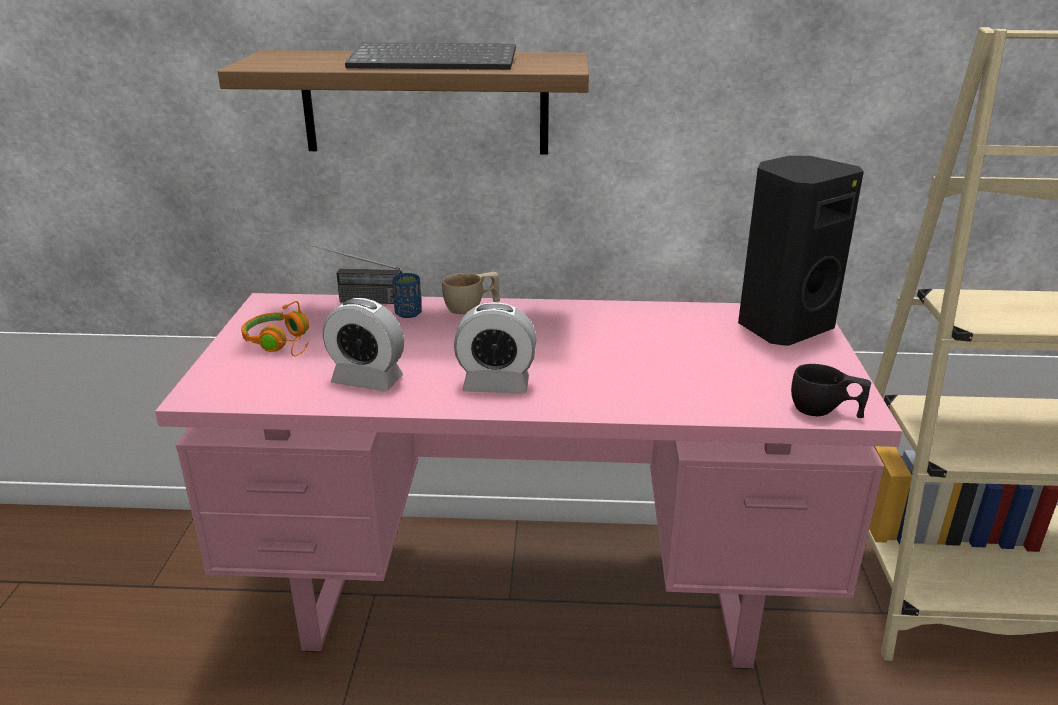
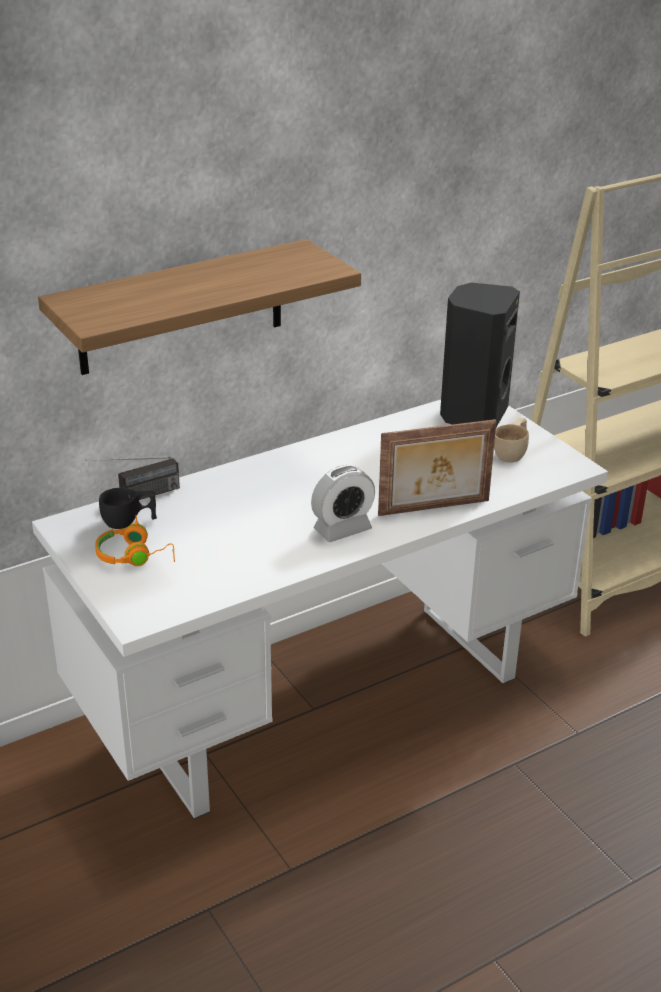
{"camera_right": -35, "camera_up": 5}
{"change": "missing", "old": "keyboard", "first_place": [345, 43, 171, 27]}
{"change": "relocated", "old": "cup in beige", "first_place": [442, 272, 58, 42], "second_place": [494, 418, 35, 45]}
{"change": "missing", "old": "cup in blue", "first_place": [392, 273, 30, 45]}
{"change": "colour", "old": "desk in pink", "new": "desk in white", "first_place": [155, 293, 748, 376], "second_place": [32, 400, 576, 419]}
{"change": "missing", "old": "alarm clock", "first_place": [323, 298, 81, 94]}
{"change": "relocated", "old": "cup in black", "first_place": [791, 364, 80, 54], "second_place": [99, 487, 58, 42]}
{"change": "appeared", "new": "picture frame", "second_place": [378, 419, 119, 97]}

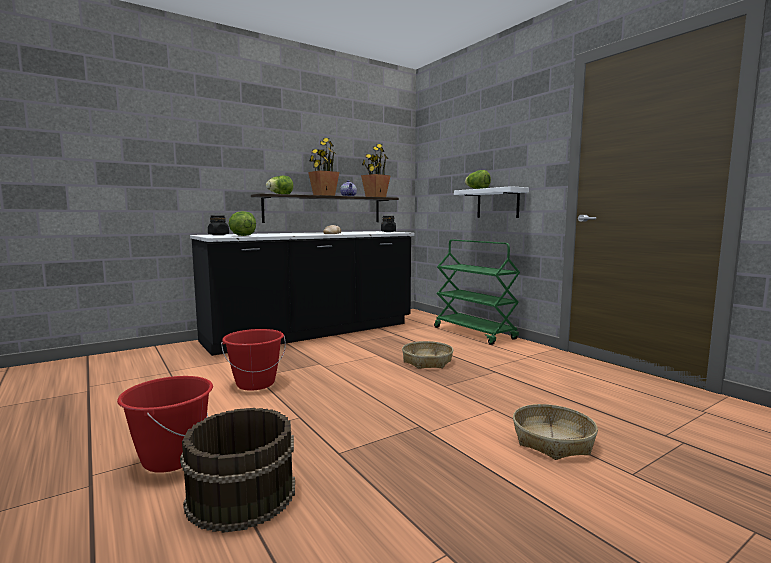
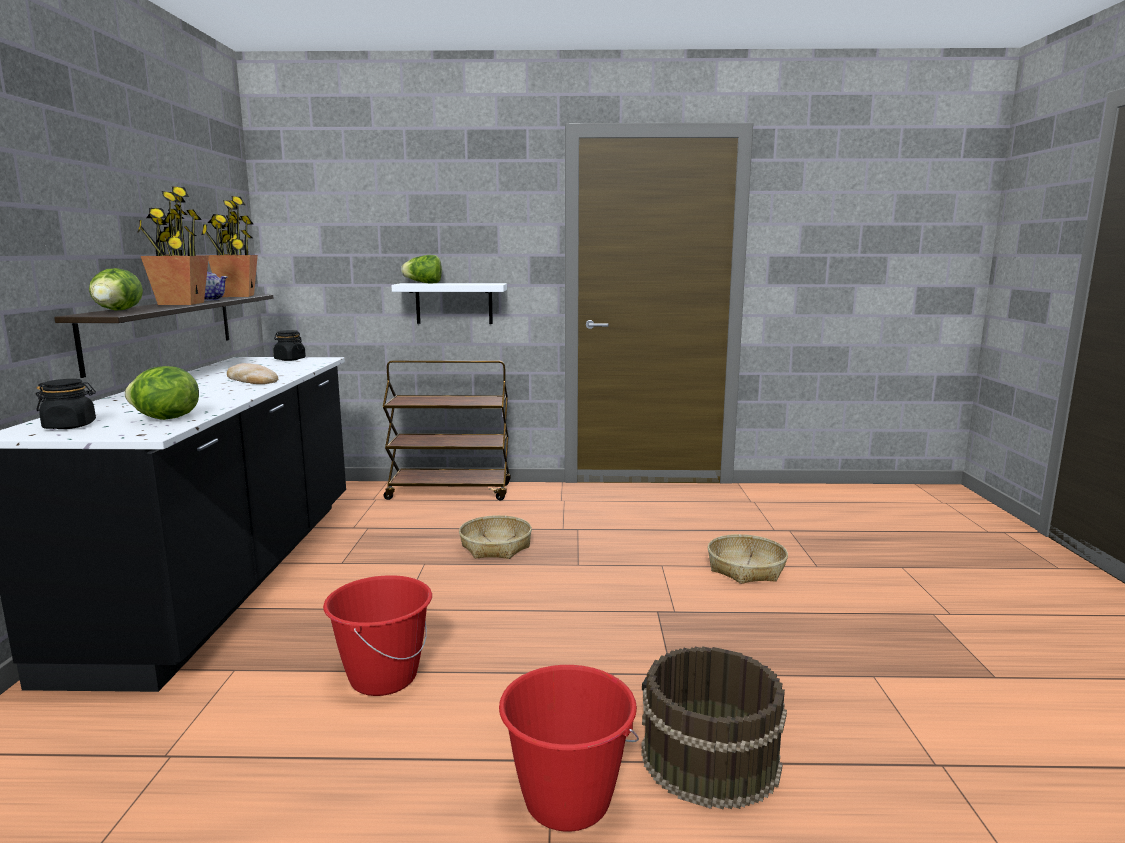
{"camera_right": -55, "camera_up": 5}
{"change": "colour", "old": "cart in green", "new": "cart in brown", "first_place": [434, 239, 86, 106], "second_place": [383, 360, 128, 141]}

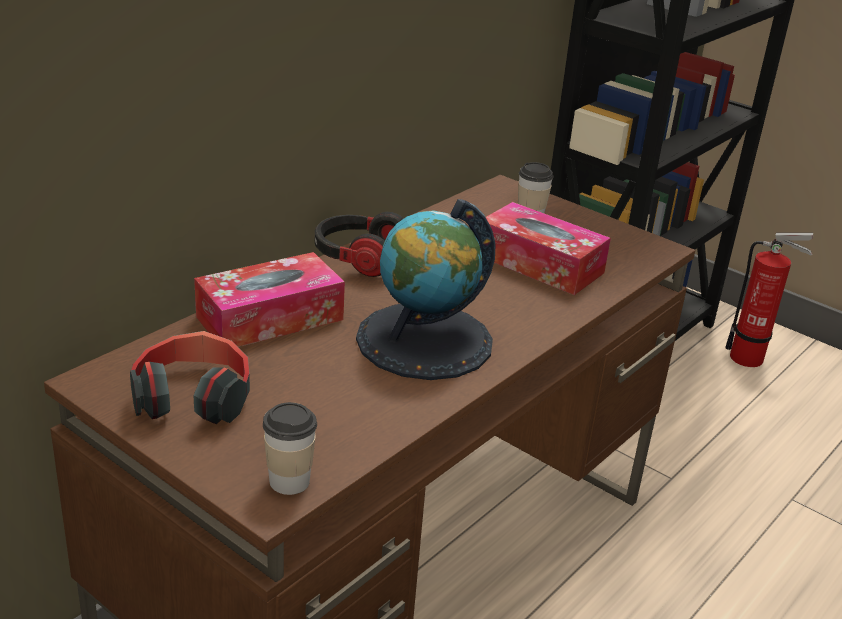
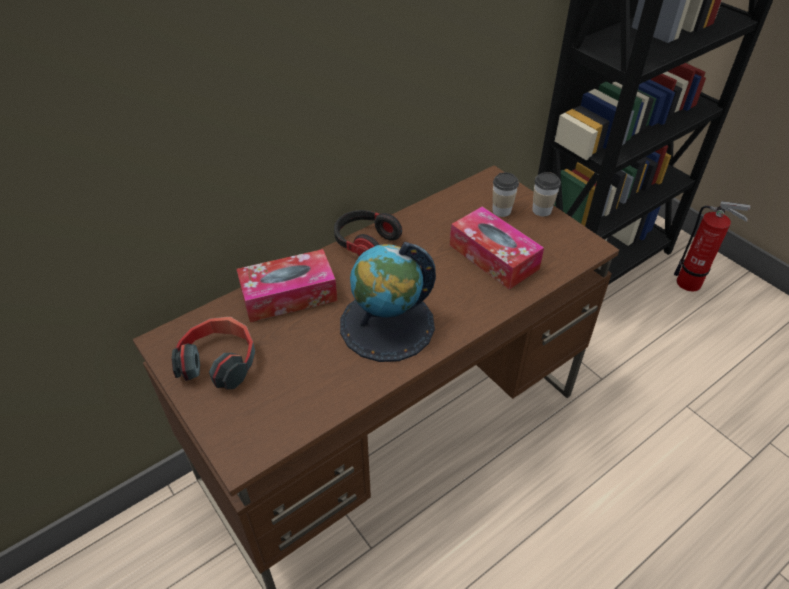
{"camera_right": 15, "camera_up": 15}
{"change": "relocated", "old": "cup", "first_place": [263, 402, 54, 93], "second_place": [532, 172, 29, 45]}

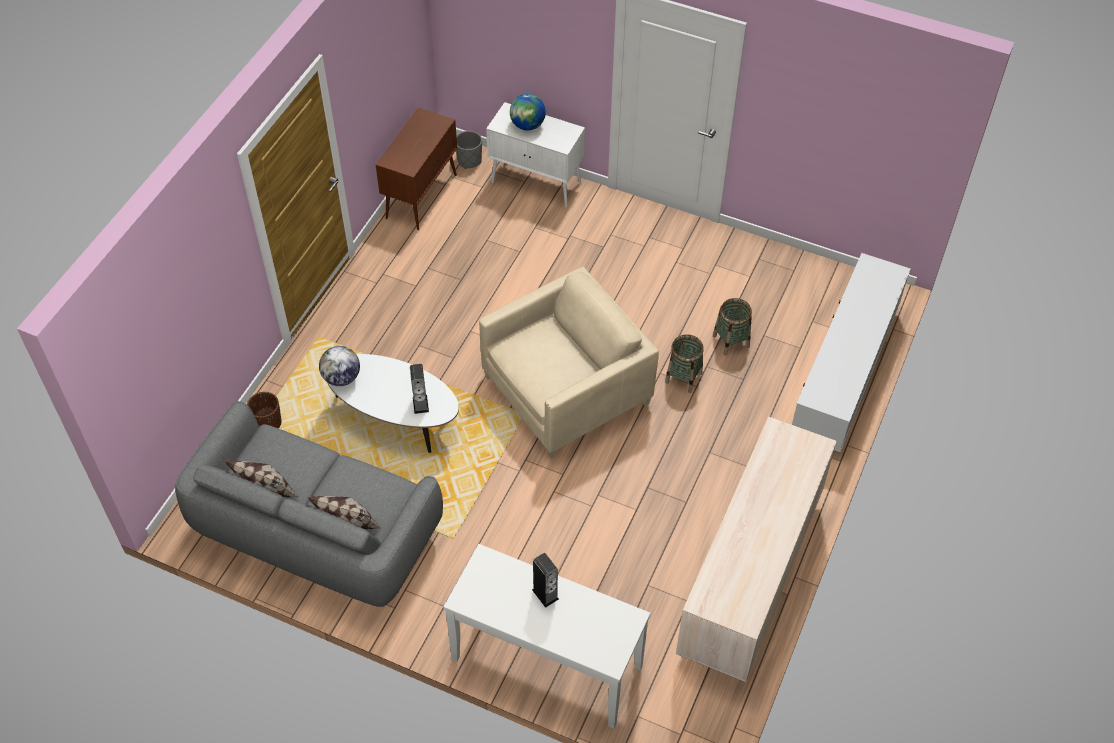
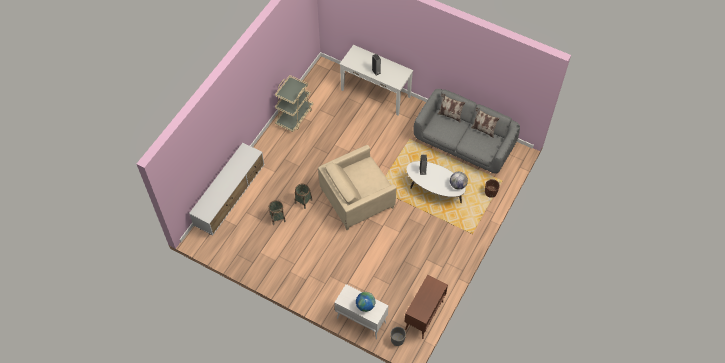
{"camera_right": -175, "camera_up": 5}
{"change": "exchanged", "old": "dresser in beige", "new": "cart in beige", "first_place": [676, 417, 161, 265], "second_place": [275, 75, 38, 57]}

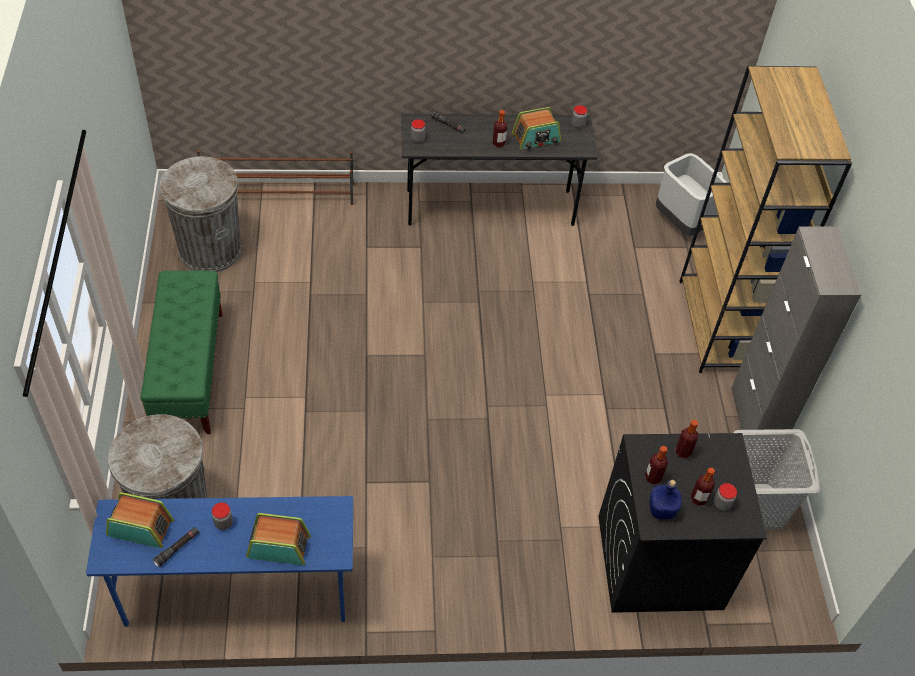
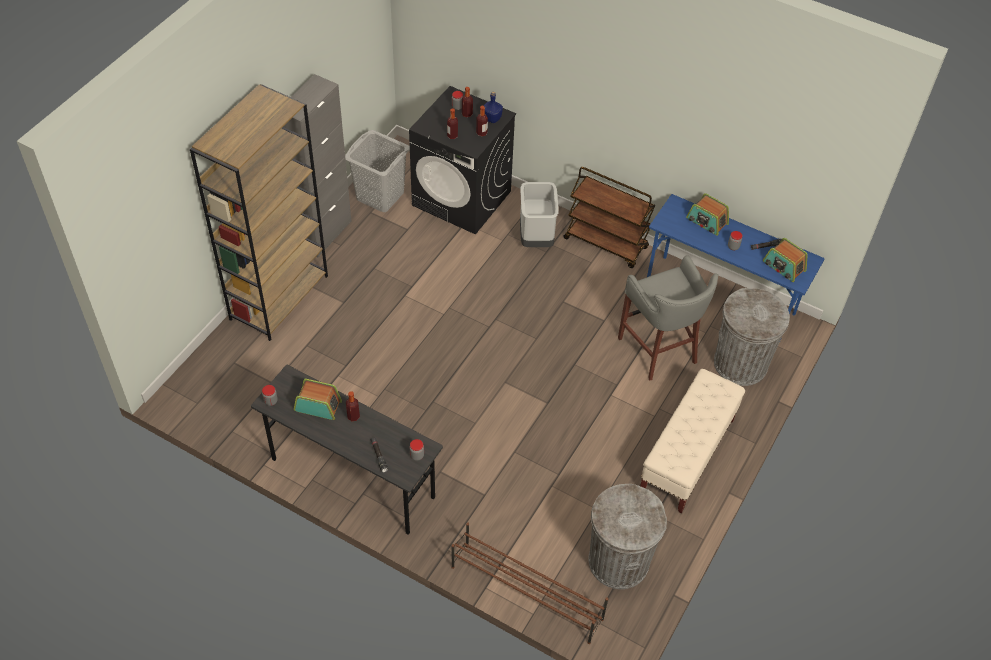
{"camera_right": -145, "camera_up": 0}
{"change": "relocated", "old": "trash can in grey", "first_place": [656, 153, 71, 83], "second_place": [520, 182, 39, 65]}
{"change": "colour", "old": "bench in green", "new": "bench in beige", "first_place": [140, 271, 83, 163], "second_place": [640, 369, 105, 145]}
{"change": "appeared", "new": "cart in brown", "second_place": [563, 167, 92, 101]}
{"change": "appeared", "new": "stool in grey", "second_place": [618, 255, 100, 126]}

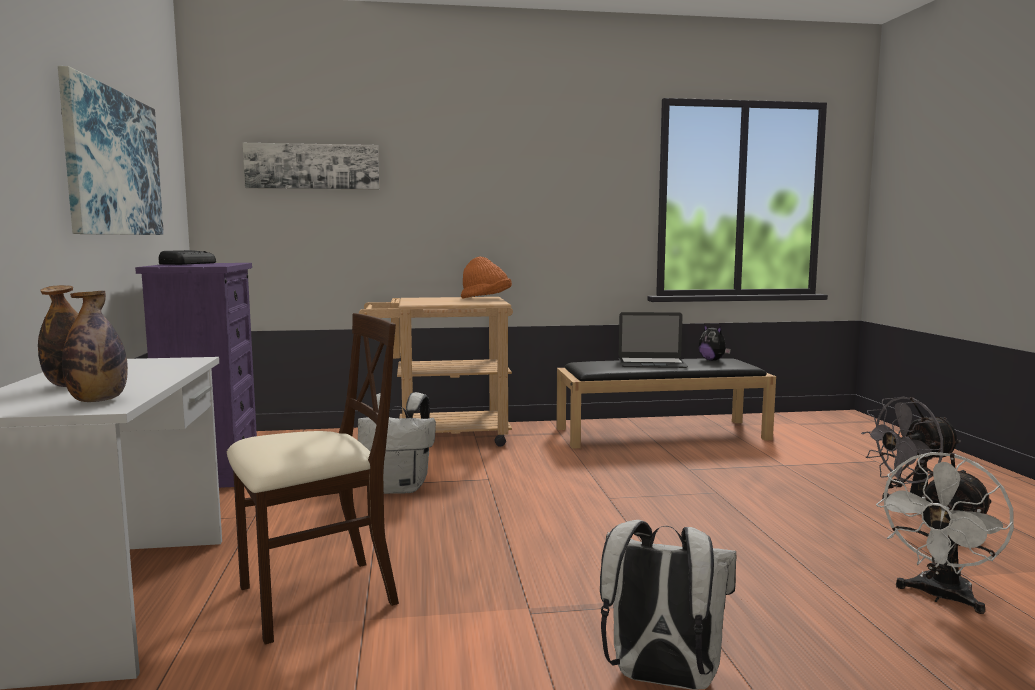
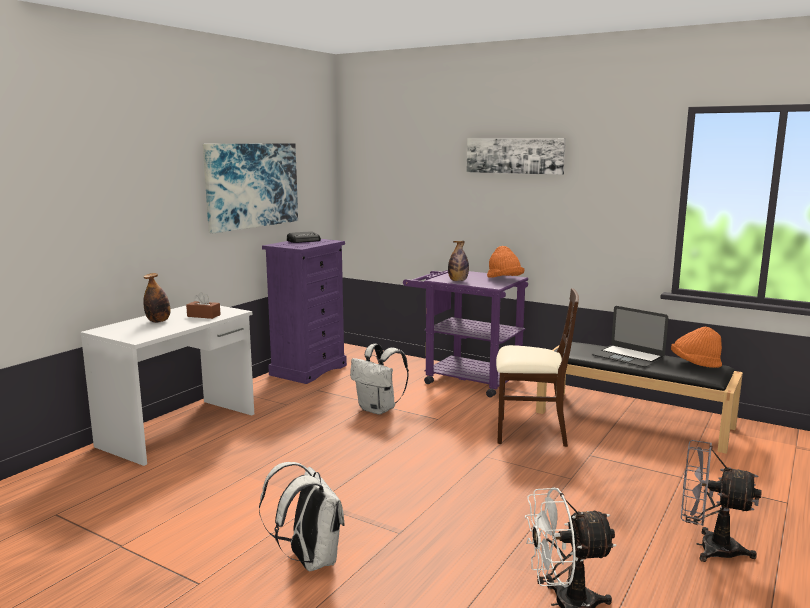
{"camera_right": 40, "camera_up": 5}
{"change": "relocated", "old": "picture", "first_place": [243, 143, 136, 46], "second_place": [467, 138, 99, 37]}
{"change": "relocated", "old": "bottle", "first_place": [62, 291, 66, 111], "second_place": [448, 241, 21, 40]}
{"change": "colour", "old": "cart in beige", "new": "cart in purple", "first_place": [359, 297, 154, 150], "second_place": [403, 270, 125, 127]}
{"change": "relocated", "old": "chair in beige", "first_place": [227, 313, 172, 332], "second_place": [496, 288, 83, 159]}
{"change": "exchanged", "old": "plush toy", "new": "hat in orange", "first_place": [699, 324, 32, 37], "second_place": [671, 327, 51, 41]}
{"change": "appeared", "new": "tissue box in brown", "second_place": [186, 292, 35, 27]}

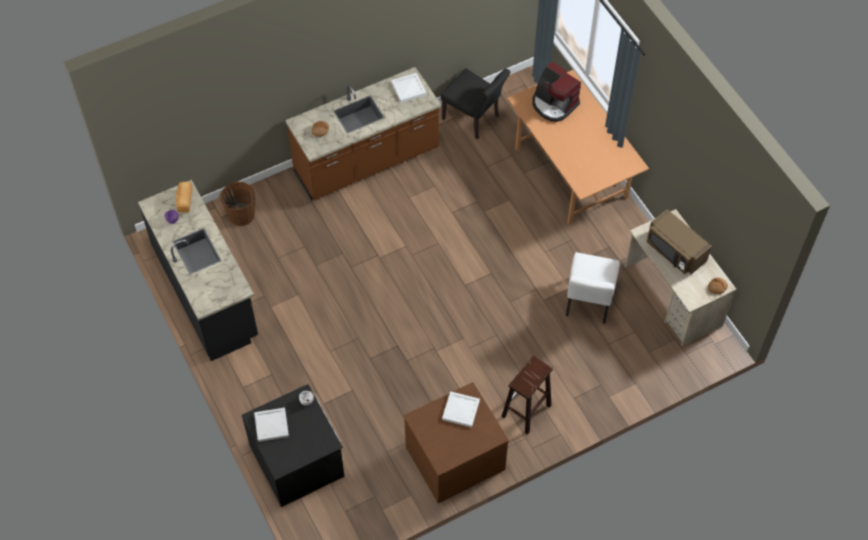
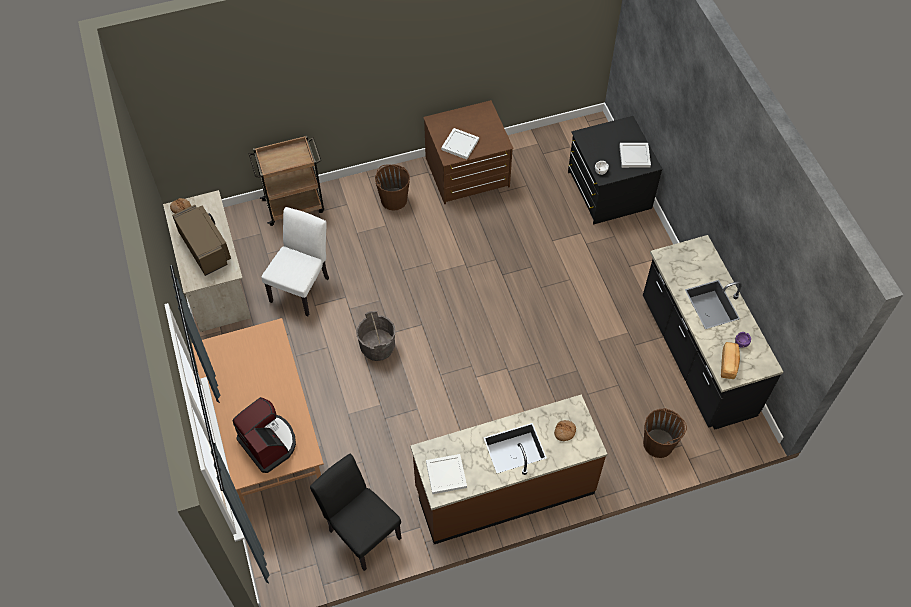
{"camera_right": -170, "camera_up": 0}
{"change": "exchanged", "old": "stool in brown", "new": "bucket in brown", "first_place": [502, 356, 51, 79], "second_place": [375, 164, 35, 47]}
{"change": "appeared", "new": "cart in brown", "second_place": [249, 136, 75, 90]}
{"change": "appeared", "new": "bucket in grey", "second_place": [356, 311, 39, 50]}

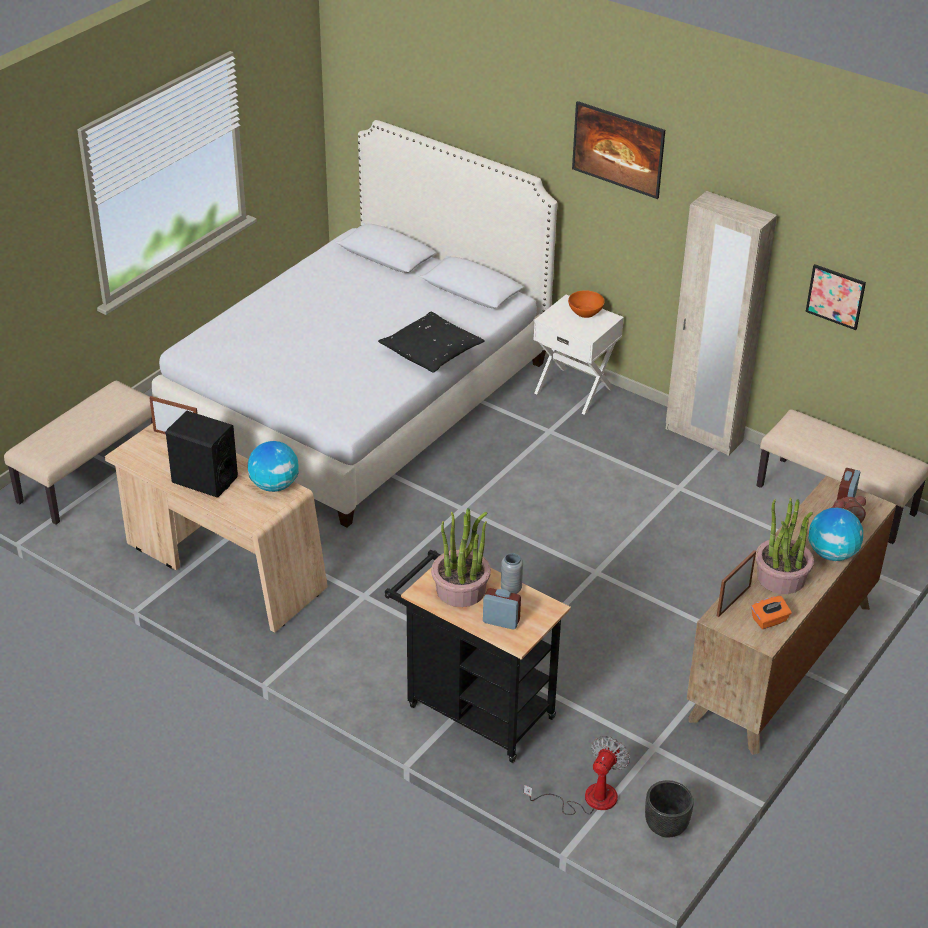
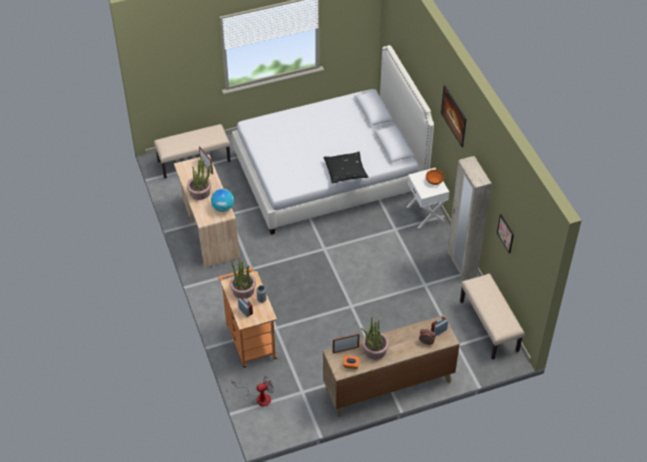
{"camera_right": 35, "camera_up": 10}
{"change": "exchanged", "old": "speaker in black", "new": "potted plant", "first_place": [165, 411, 73, 87], "second_place": [187, 157, 26, 43]}
{"change": "missing", "old": "globe", "first_place": [808, 508, 55, 53]}
{"change": "colour", "old": "cart in black", "new": "cart in orange", "first_place": [385, 550, 186, 213], "second_place": [218, 267, 59, 102]}
{"change": "missing", "old": "planter in black", "first_place": [645, 780, 49, 58]}

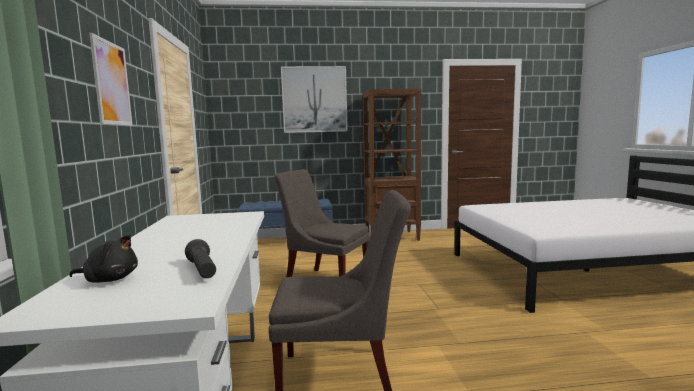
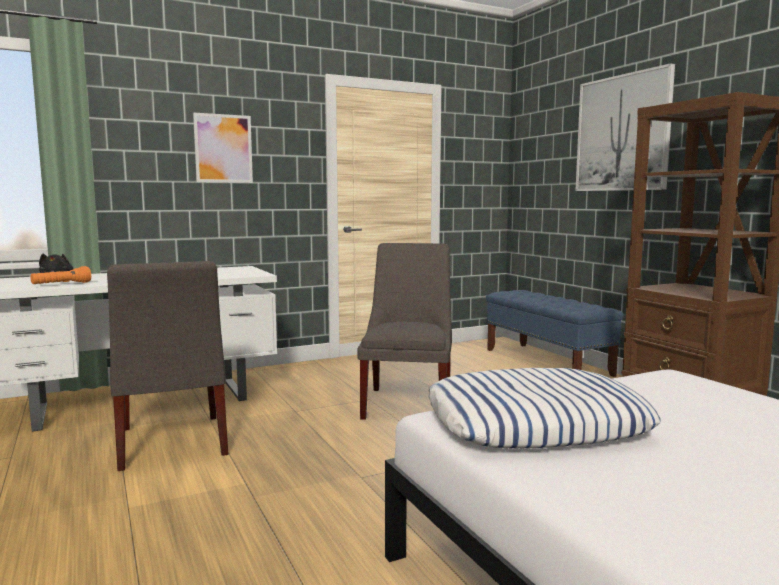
{"camera_right": 70, "camera_up": 0}
{"change": "colour", "old": "flashlight in black", "new": "flashlight in orange", "first_place": [185, 239, 31, 39], "second_place": [30, 266, 61, 18]}
{"change": "appeared", "new": "pillow", "second_place": [428, 368, 233, 80]}

